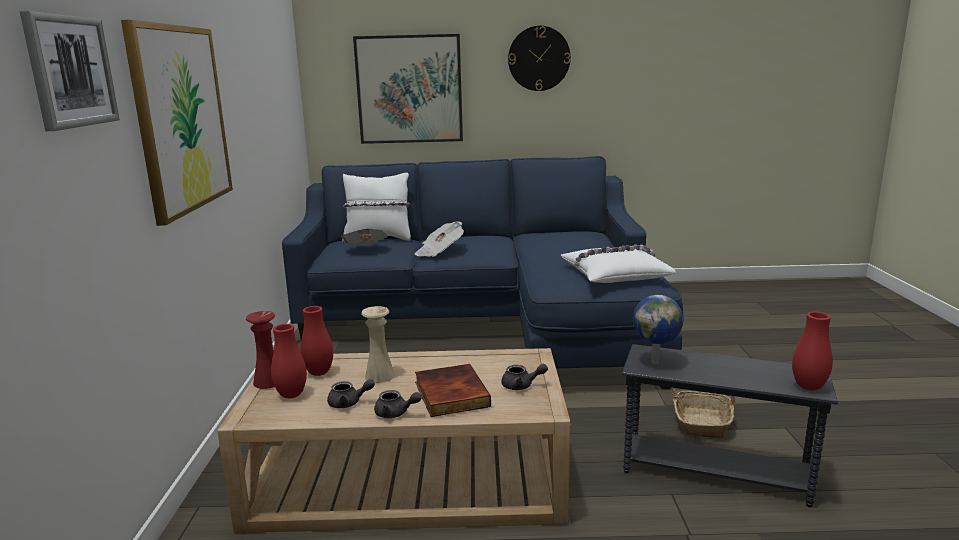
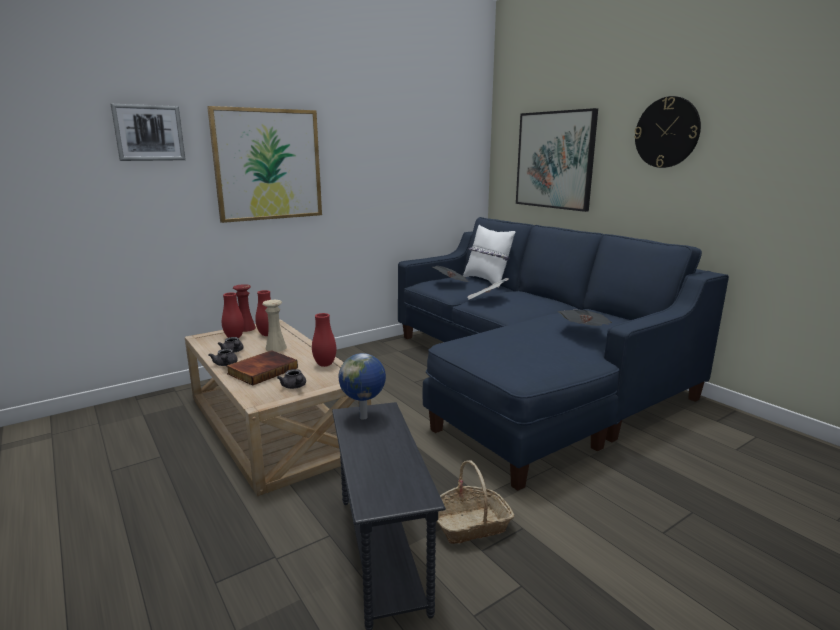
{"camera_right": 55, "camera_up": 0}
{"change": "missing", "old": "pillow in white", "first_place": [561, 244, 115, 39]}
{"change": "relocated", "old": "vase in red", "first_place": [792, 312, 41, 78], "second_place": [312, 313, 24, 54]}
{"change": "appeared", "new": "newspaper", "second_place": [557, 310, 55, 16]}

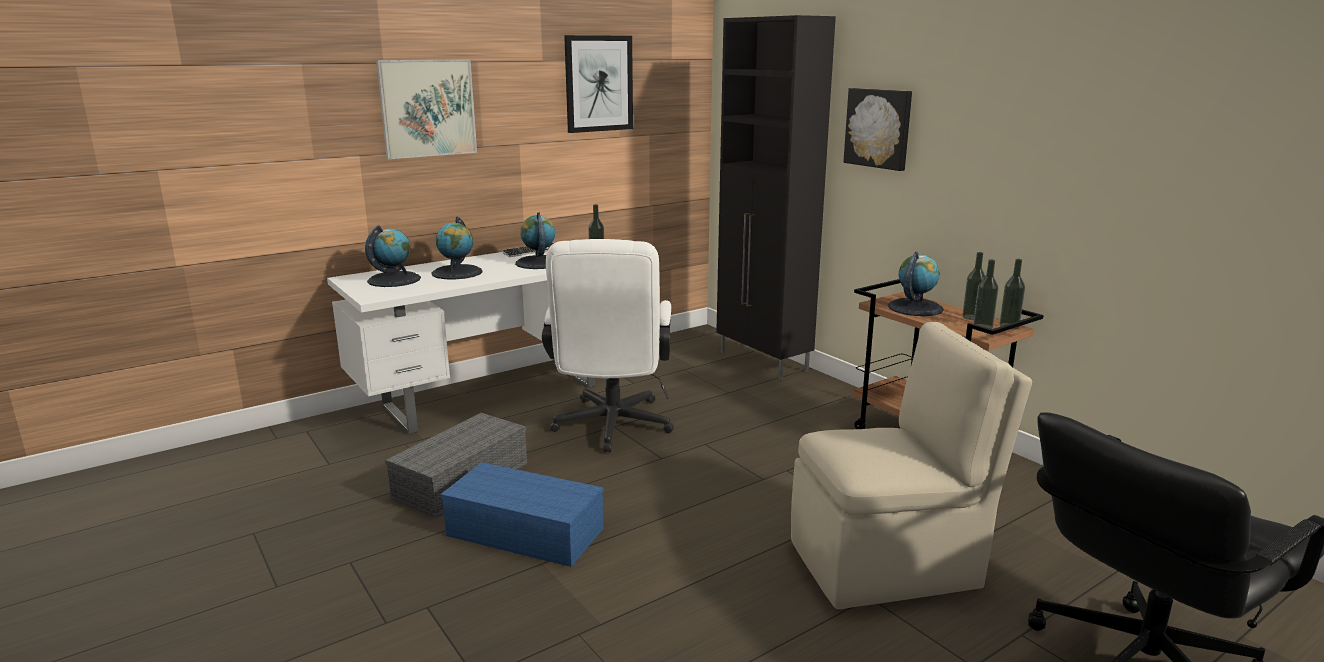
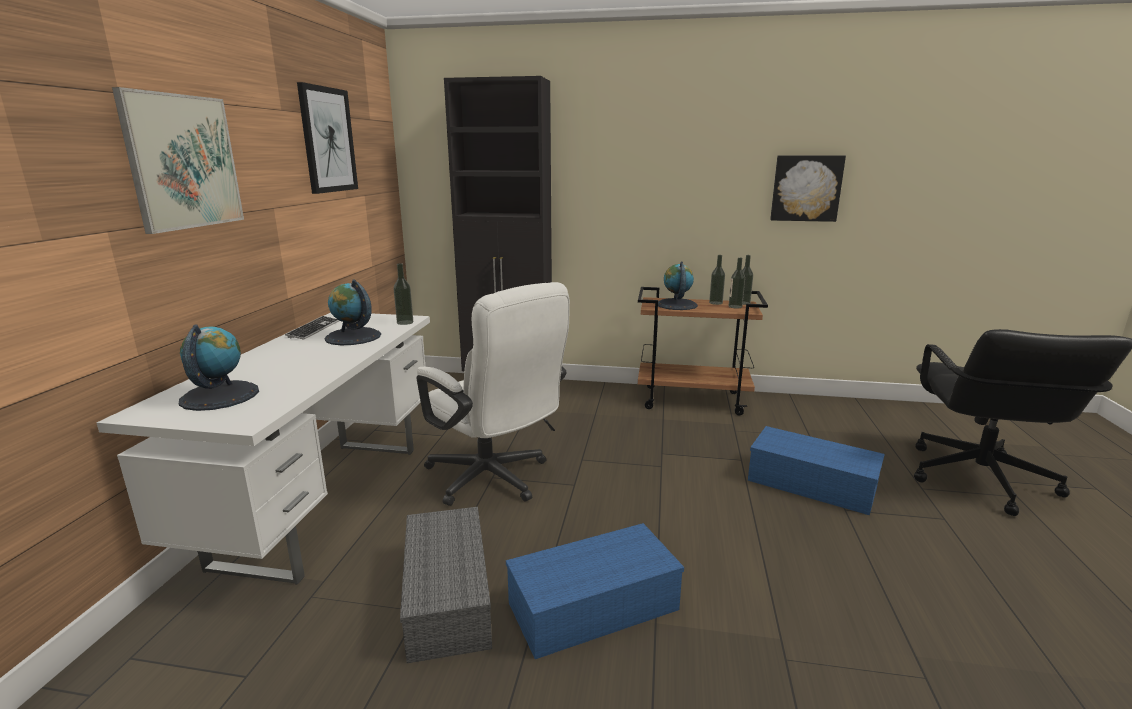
{"camera_right": -45, "camera_up": 0}
{"change": "relocated", "old": "picture", "first_place": [843, 88, 69, 83], "second_place": [770, 155, 76, 67]}
{"change": "missing", "old": "globe", "first_place": [432, 217, 51, 62]}
{"change": "exchanged", "old": "chair in beige", "new": "storage box in blue", "first_place": [791, 322, 241, 287], "second_place": [748, 426, 137, 89]}

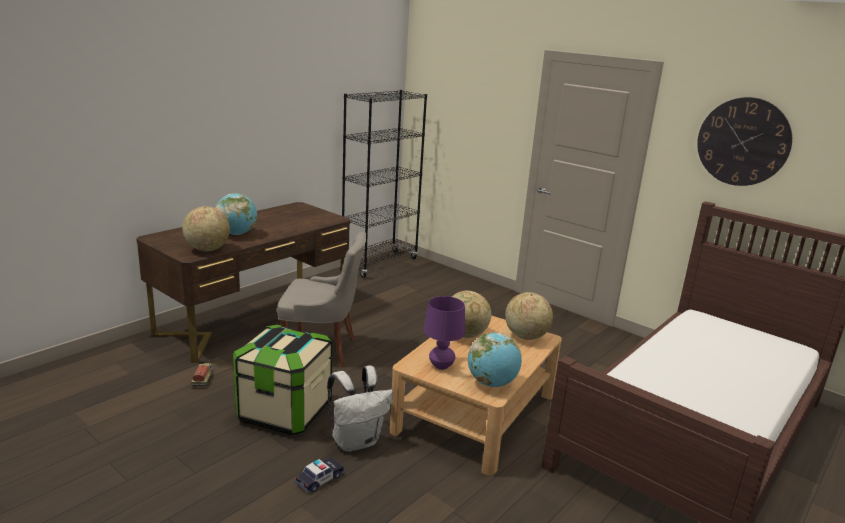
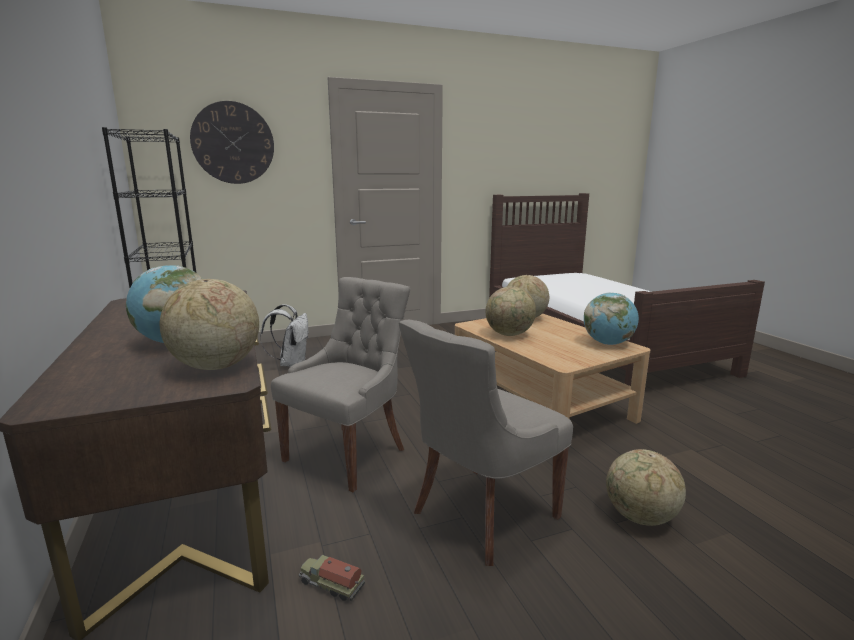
{"camera_right": -60, "camera_up": -5}
{"change": "relocated", "old": "wall clock", "first_place": [697, 97, 95, 89], "second_place": [190, 101, 84, 83]}
{"change": "missing", "old": "table lamp in purple", "first_place": [424, 296, 41, 74]}
{"change": "exchanged", "old": "storage box", "new": "chair in grey", "first_place": [233, 325, 99, 110], "second_place": [399, 320, 174, 246]}
{"change": "relocated", "old": "backpack in white", "first_place": [327, 366, 66, 86], "second_place": [260, 304, 49, 63]}
{"change": "exchanged", "old": "toy car", "new": "globe", "first_place": [295, 457, 50, 36], "second_place": [606, 449, 80, 77]}

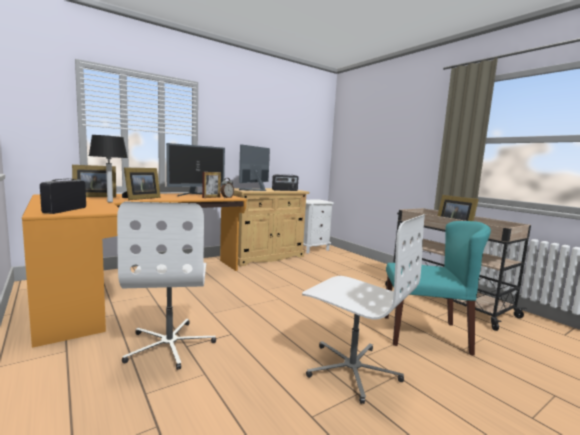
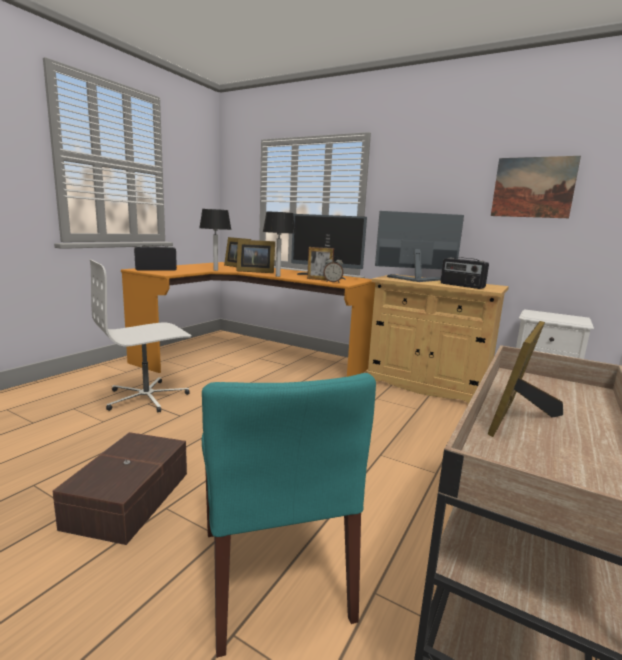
{"camera_right": 65, "camera_up": 5}
{"change": "exchanged", "old": "office chair in white", "new": "storage box in brown", "first_place": [302, 214, 123, 190], "second_place": [52, 432, 135, 113]}
{"change": "appeared", "new": "picture", "second_place": [491, 156, 90, 62]}
{"change": "appeared", "new": "table lamp", "second_place": [263, 212, 33, 65]}

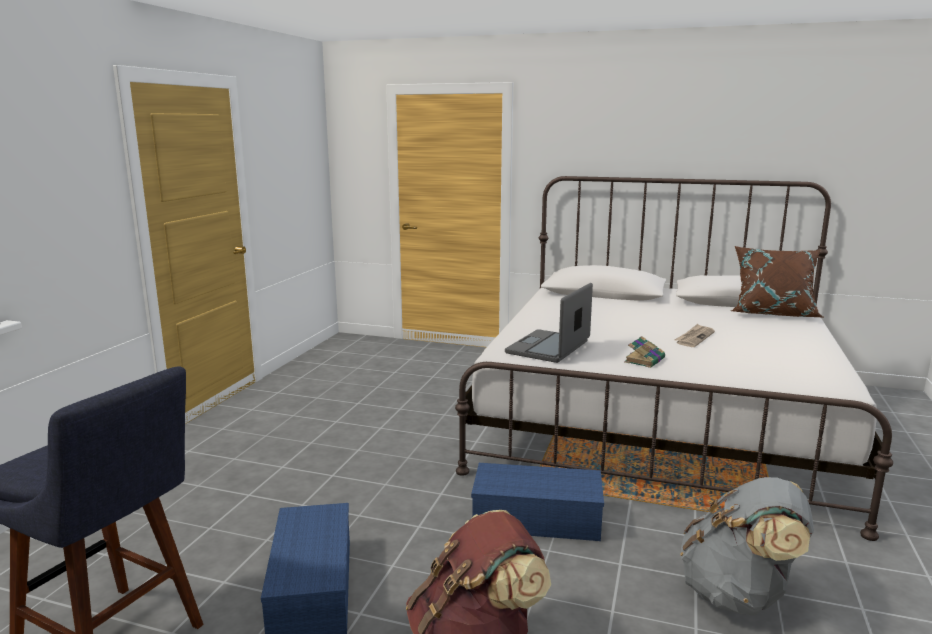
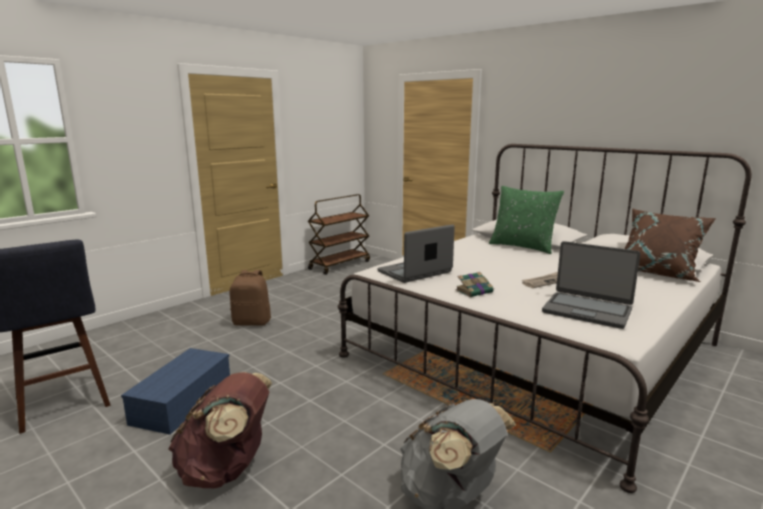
{"camera_right": 25, "camera_up": 0}
{"change": "missing", "old": "storage box in blue", "first_place": [471, 463, 133, 78]}
{"change": "appeared", "new": "pillow in green", "second_place": [489, 186, 75, 68]}
{"change": "appeared", "new": "cart in brown", "second_place": [308, 194, 62, 81]}
{"change": "appeared", "new": "laptop", "second_place": [542, 241, 99, 88]}
{"change": "appeared", "new": "backpack in brown", "second_place": [230, 270, 41, 56]}

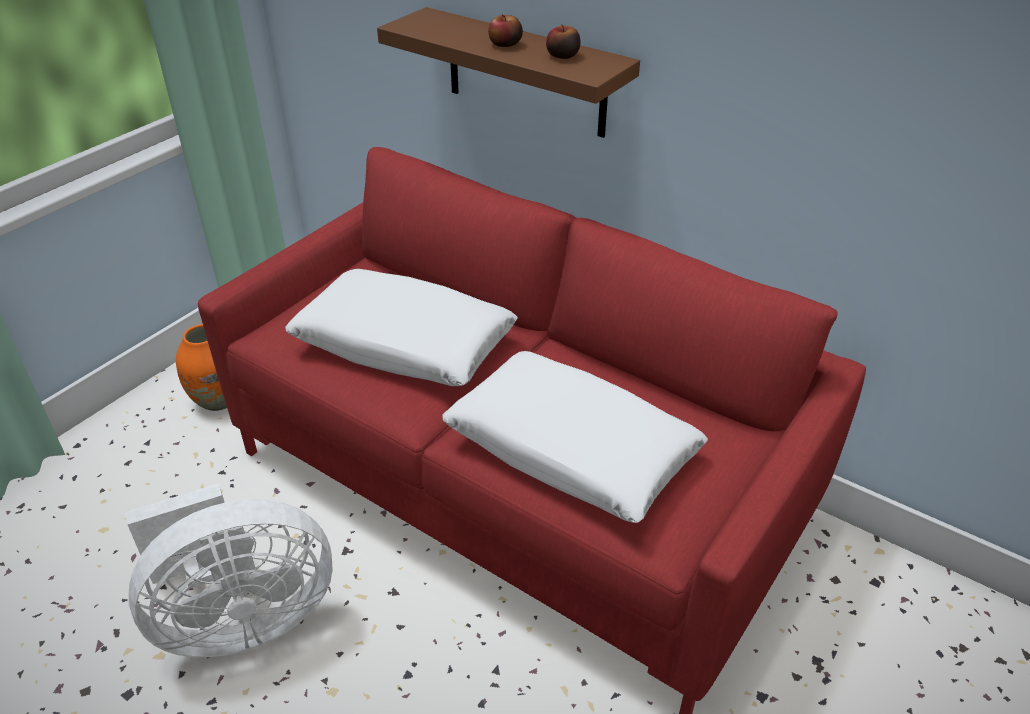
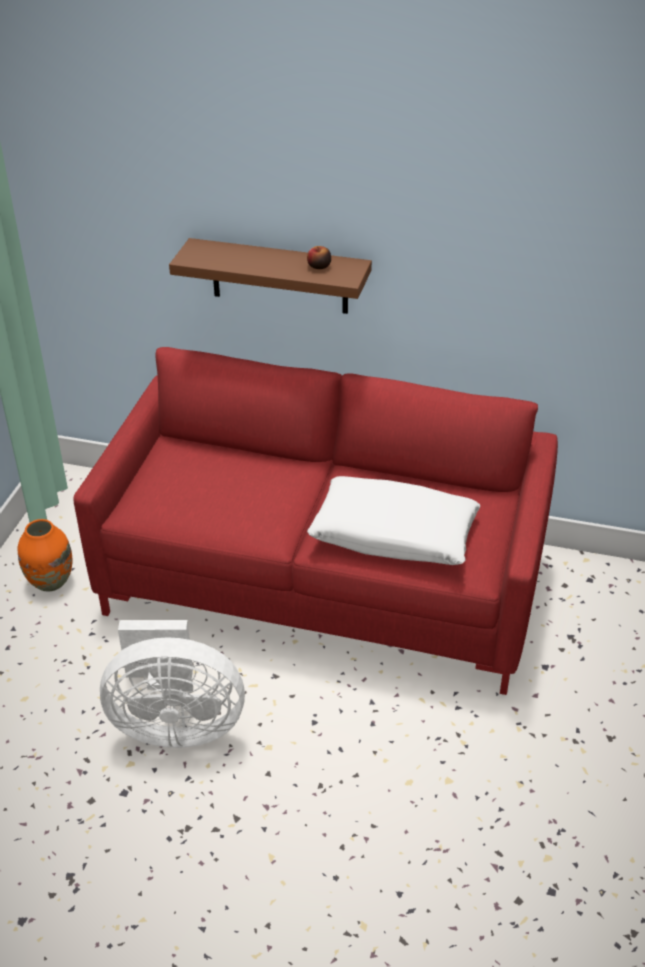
{"camera_right": -20, "camera_up": 0}
{"change": "missing", "old": "apple", "first_place": [488, 15, 35, 32]}
{"change": "missing", "old": "pillow in white", "first_place": [285, 269, 233, 117]}
{"change": "spun", "old": "fan in white", "first_place": [126, 483, 206, 174], "second_place": [100, 620, 145, 128], "degrees": 45}

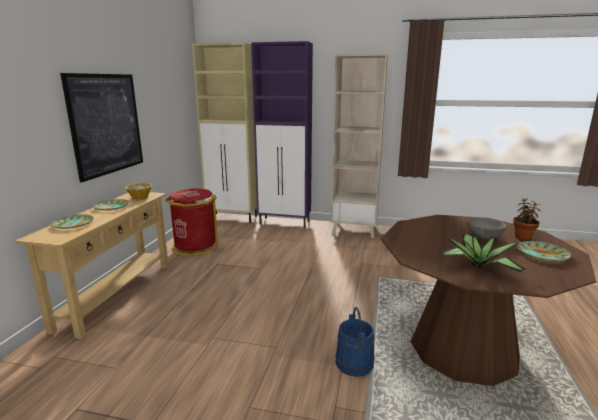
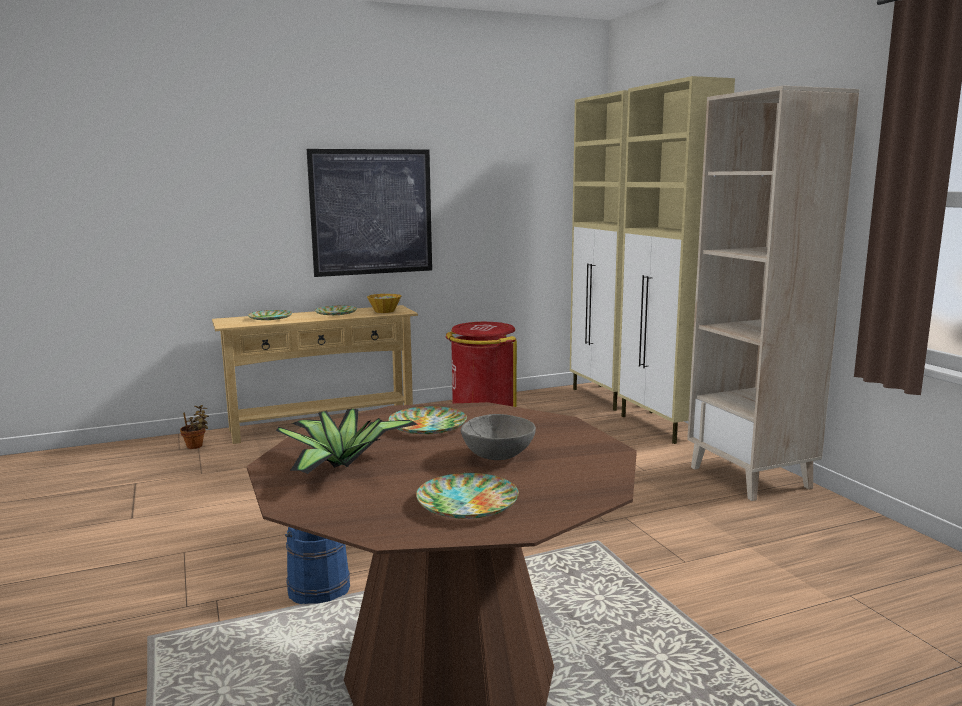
{"camera_right": 55, "camera_up": -5}
{"change": "colour", "old": "cabinet in purple", "new": "cabinet in beige", "first_place": [251, 41, 62, 187], "second_place": [618, 76, 117, 368]}
{"change": "relocated", "old": "potted plant", "first_place": [513, 197, 27, 43], "second_place": [180, 405, 29, 44]}
{"change": "appeared", "new": "plate", "second_place": [388, 406, 79, 28]}

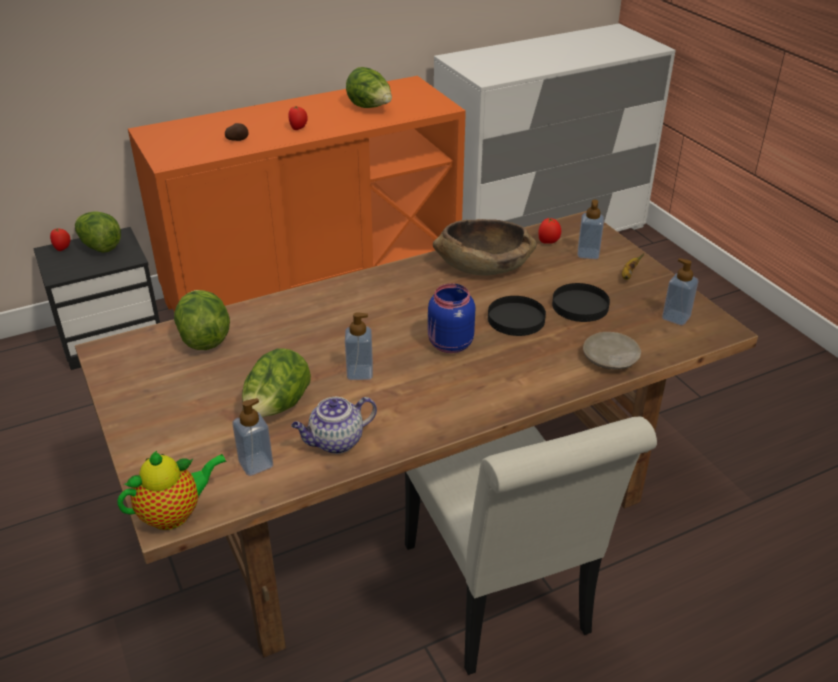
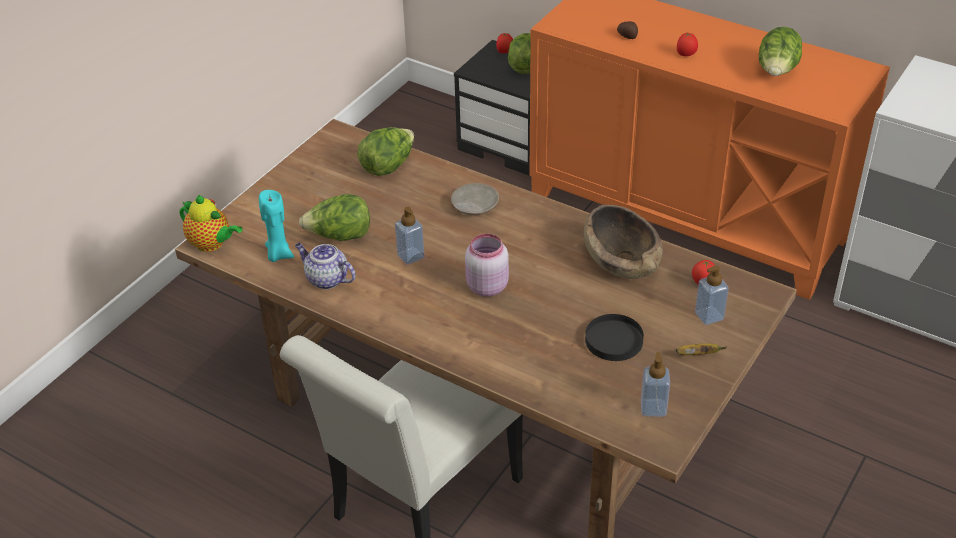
{"camera_right": 60, "camera_up": 5}
{"change": "colour", "old": "jar in blue", "new": "jar in pink", "first_place": [428, 283, 47, 70], "second_place": [465, 234, 44, 63]}
{"change": "missing", "old": "plate in black", "first_place": [488, 296, 58, 40]}
{"change": "relocated", "old": "plate in beige", "first_place": [583, 332, 58, 37], "second_place": [451, 183, 48, 32]}
{"change": "exchanged", "old": "soap dispenser", "new": "candle in turquoise", "first_place": [232, 398, 41, 78], "second_place": [259, 190, 35, 72]}

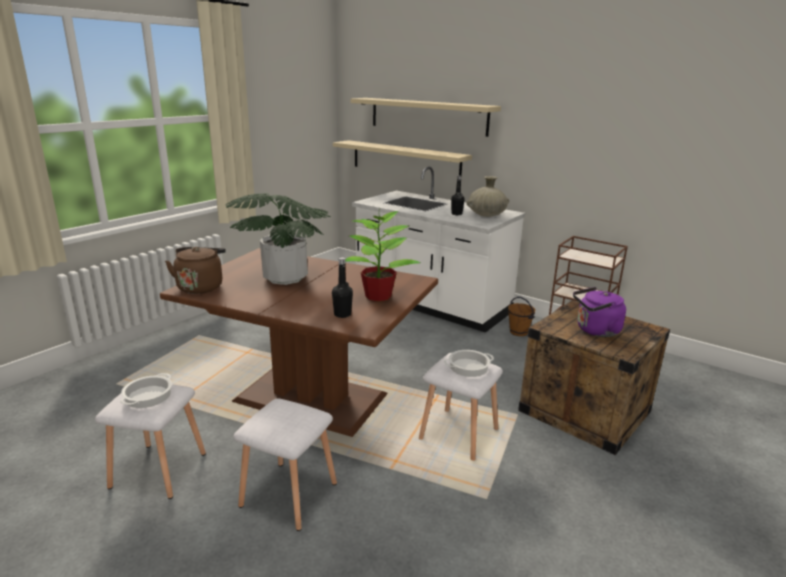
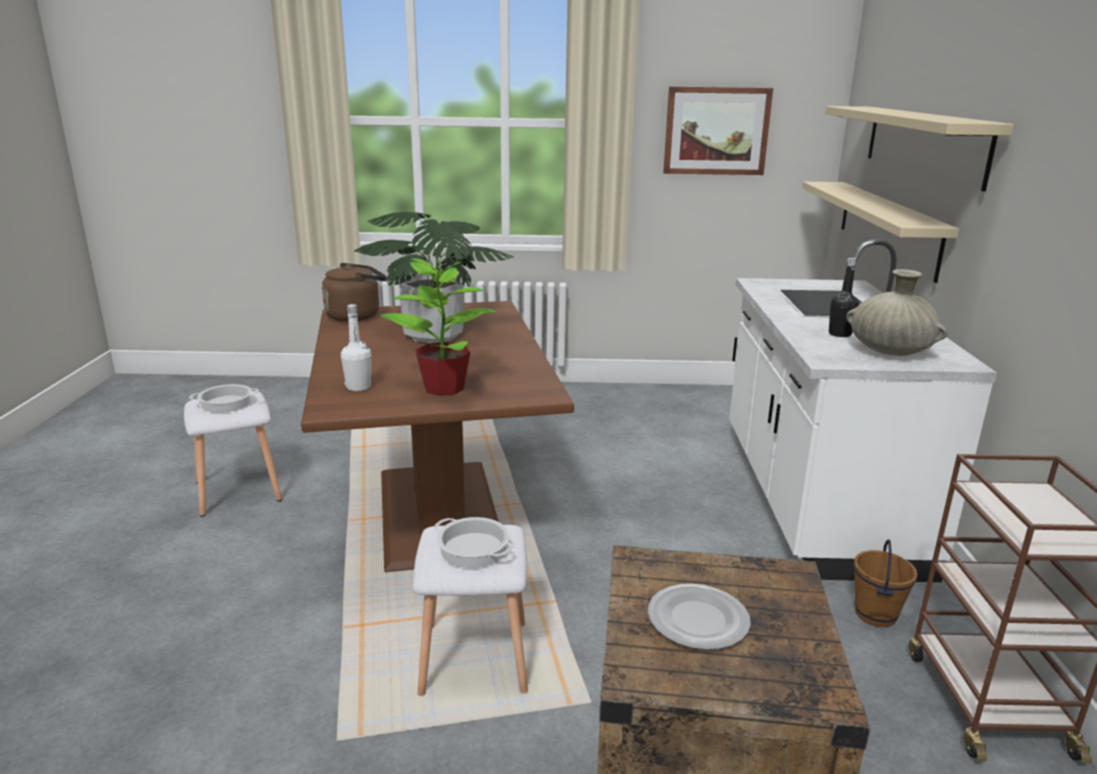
{"camera_right": 55, "camera_up": 0}
{"change": "colour", "old": "bottle in black", "new": "bottle in white", "first_place": [332, 257, 21, 61], "second_place": [341, 304, 30, 87]}
{"change": "exchanged", "old": "kettle in purple", "new": "plate", "first_place": [573, 287, 53, 50], "second_place": [648, 584, 103, 66]}
{"change": "missing", "old": "stool in white", "first_place": [233, 398, 104, 133]}
{"change": "appeared", "new": "picture", "second_place": [663, 86, 110, 89]}

